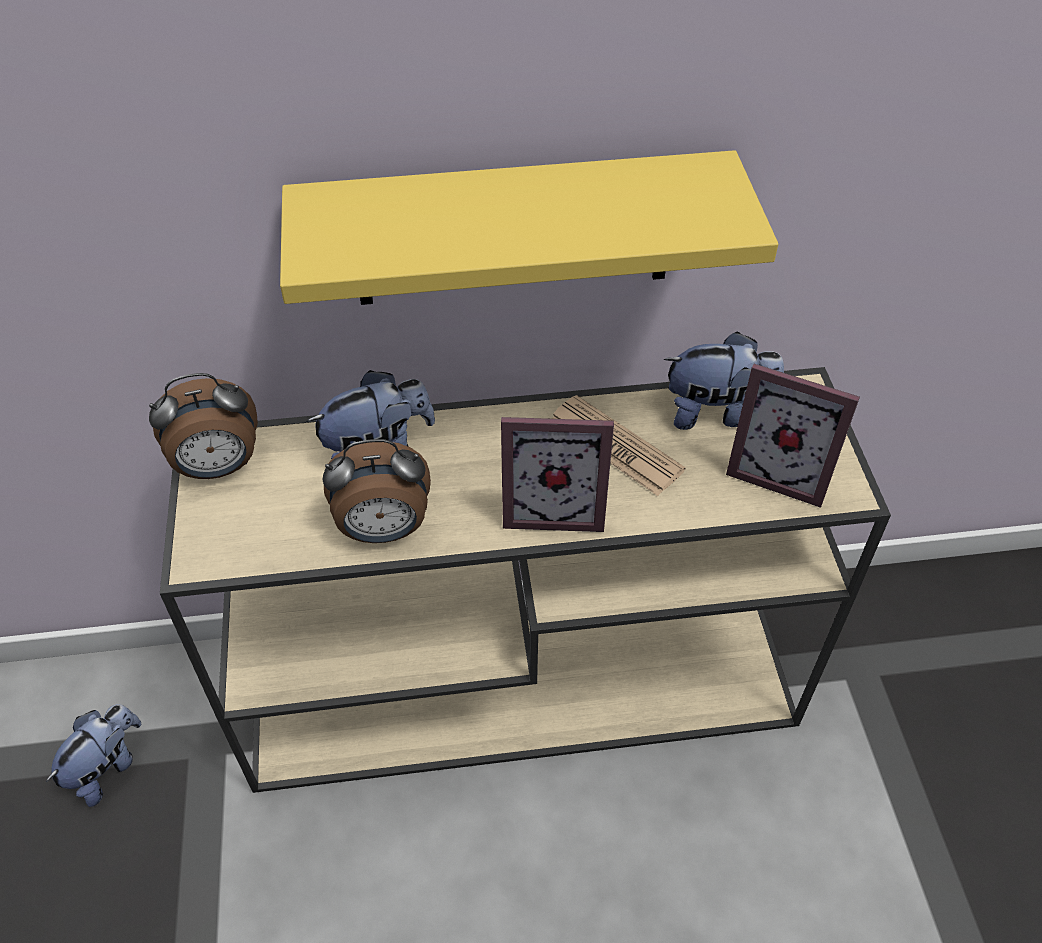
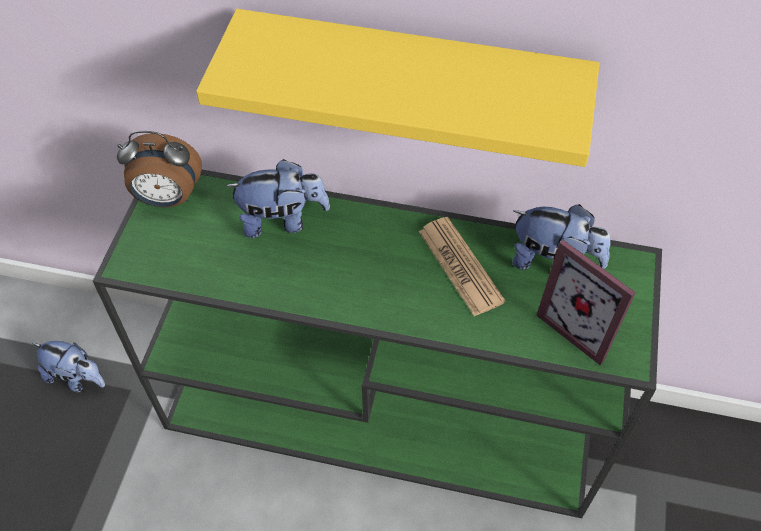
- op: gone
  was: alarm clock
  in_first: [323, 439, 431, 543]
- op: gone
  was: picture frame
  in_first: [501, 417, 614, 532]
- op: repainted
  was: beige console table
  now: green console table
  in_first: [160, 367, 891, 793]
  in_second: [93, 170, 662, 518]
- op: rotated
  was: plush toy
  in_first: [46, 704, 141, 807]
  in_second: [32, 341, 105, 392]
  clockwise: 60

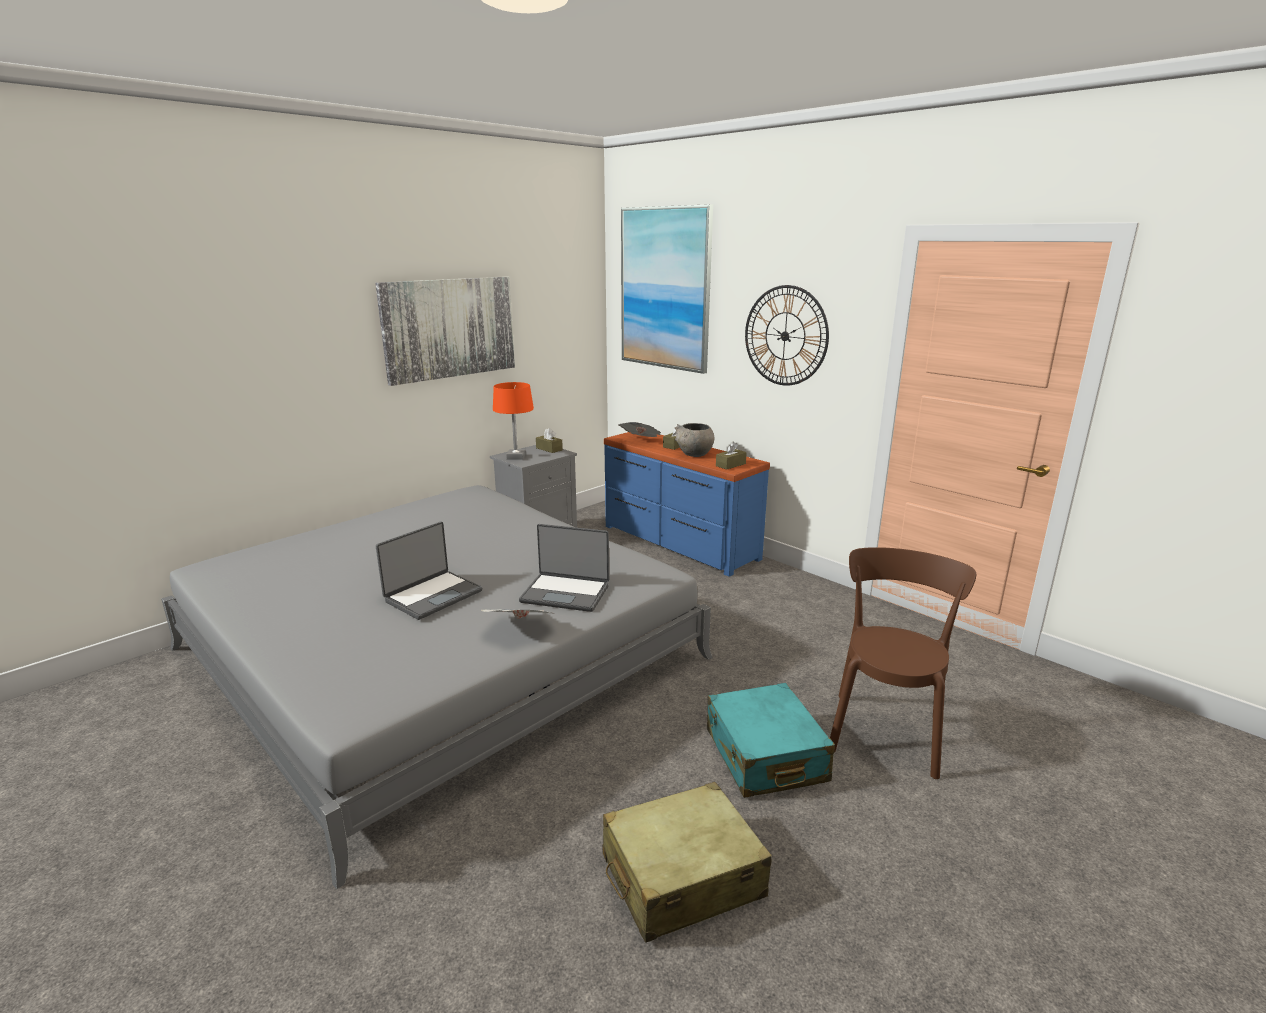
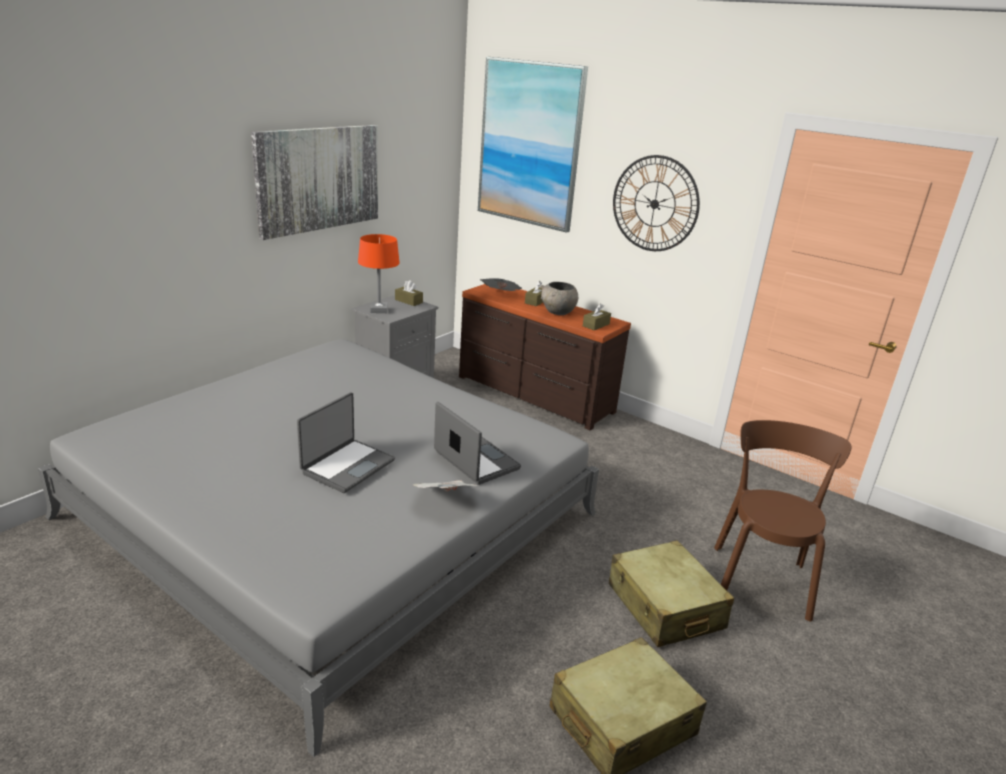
- op: repainted
  was: blue dresser
  now: brown dresser
  in_first: [604, 432, 770, 577]
  in_second: [459, 284, 631, 430]
- op: repainted
  was: turquoise suitcase
  now: beige suitcase
  in_first: [707, 683, 835, 798]
  in_second: [609, 540, 734, 647]
- op: rotated
  was: laptop
  in_first: [519, 524, 609, 612]
  in_second: [434, 402, 521, 485]
  clockwise: -135

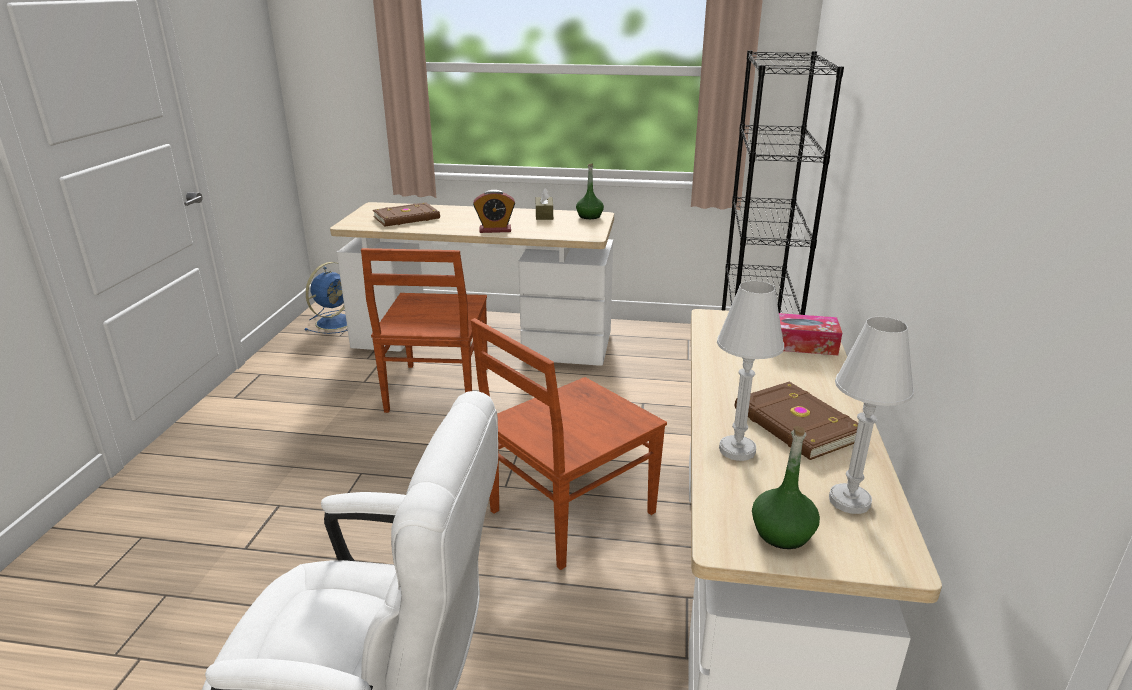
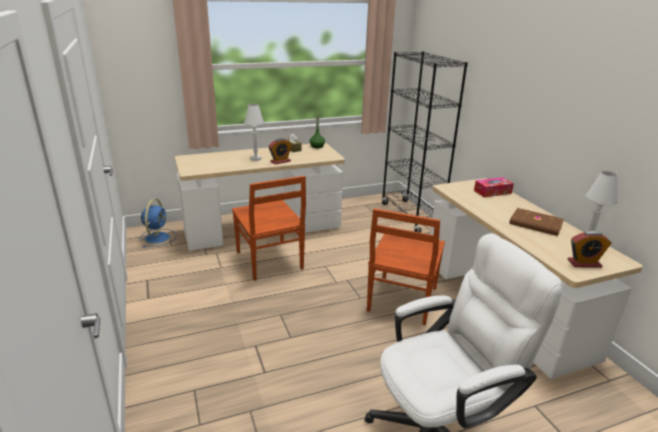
- op: gone
  was: brown book
  in_first: [373, 203, 440, 227]
- op: shifted
  was: white table lamp
  in_first: [717, 281, 784, 461]
  in_second: [244, 104, 264, 161]
- op: swapped
  was: green bottle
  now: alarm clock
  in_first: [752, 426, 820, 549]
  in_second: [568, 231, 612, 268]

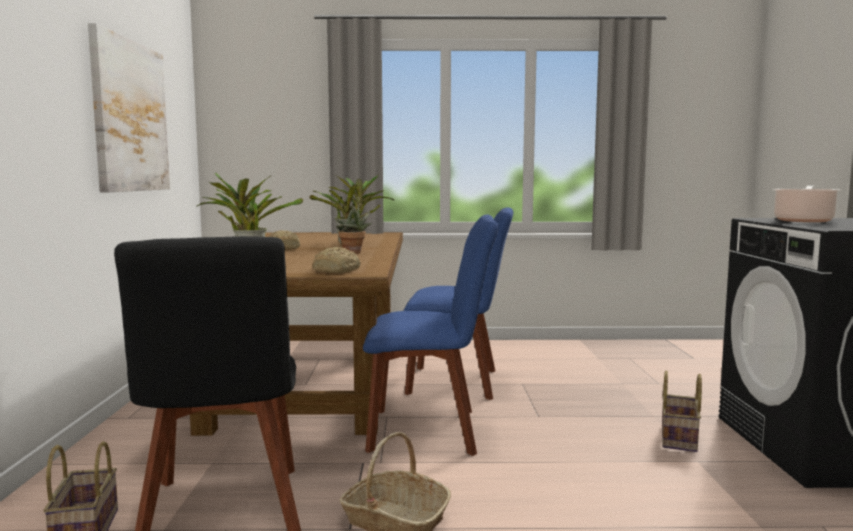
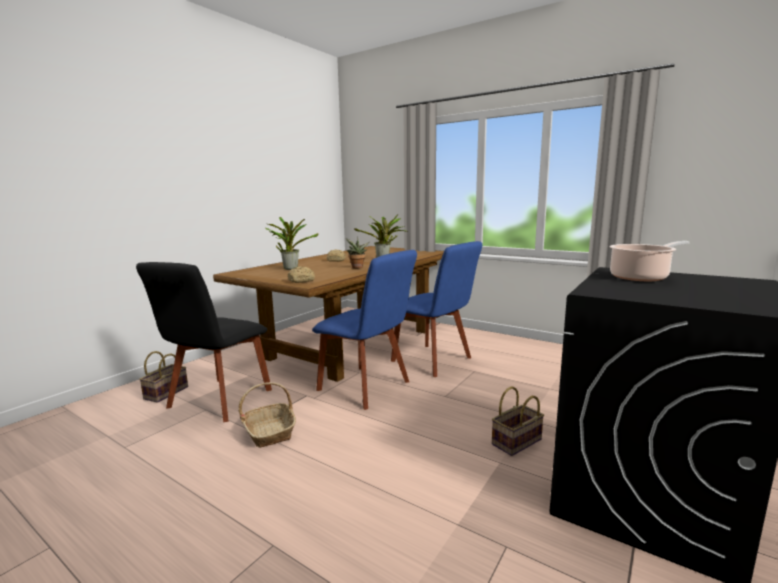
- op: gone
  was: picture
  in_first: [88, 23, 170, 193]

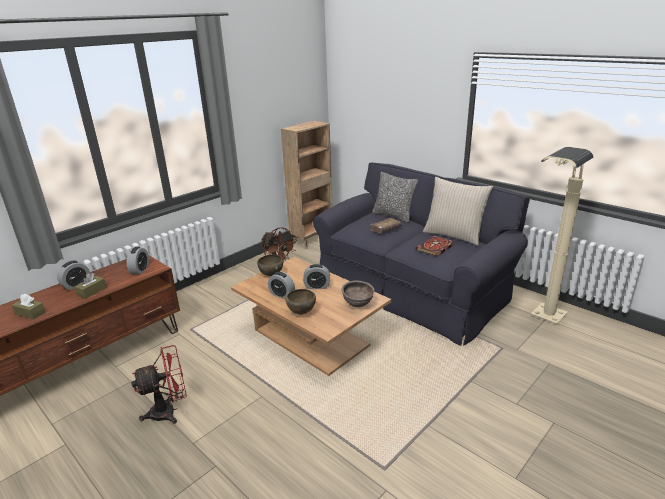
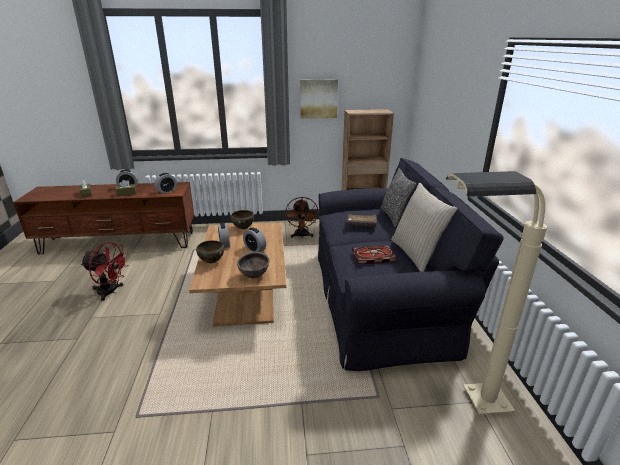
- op: new
  now: picture
  in_second: [300, 79, 338, 119]

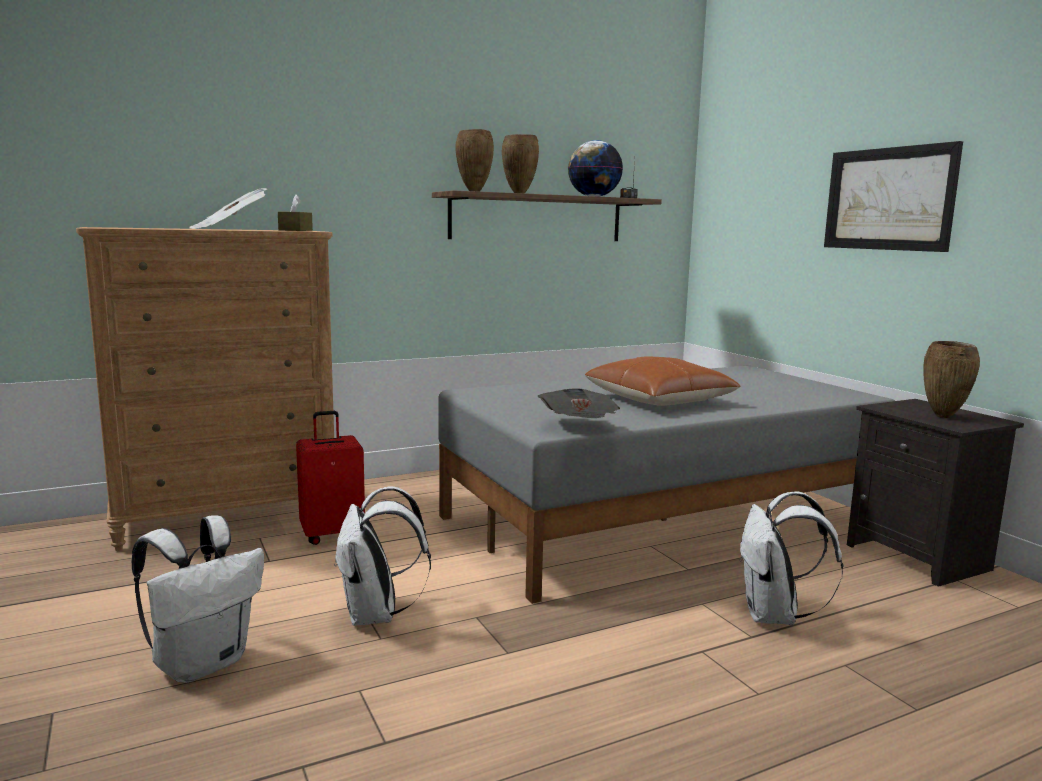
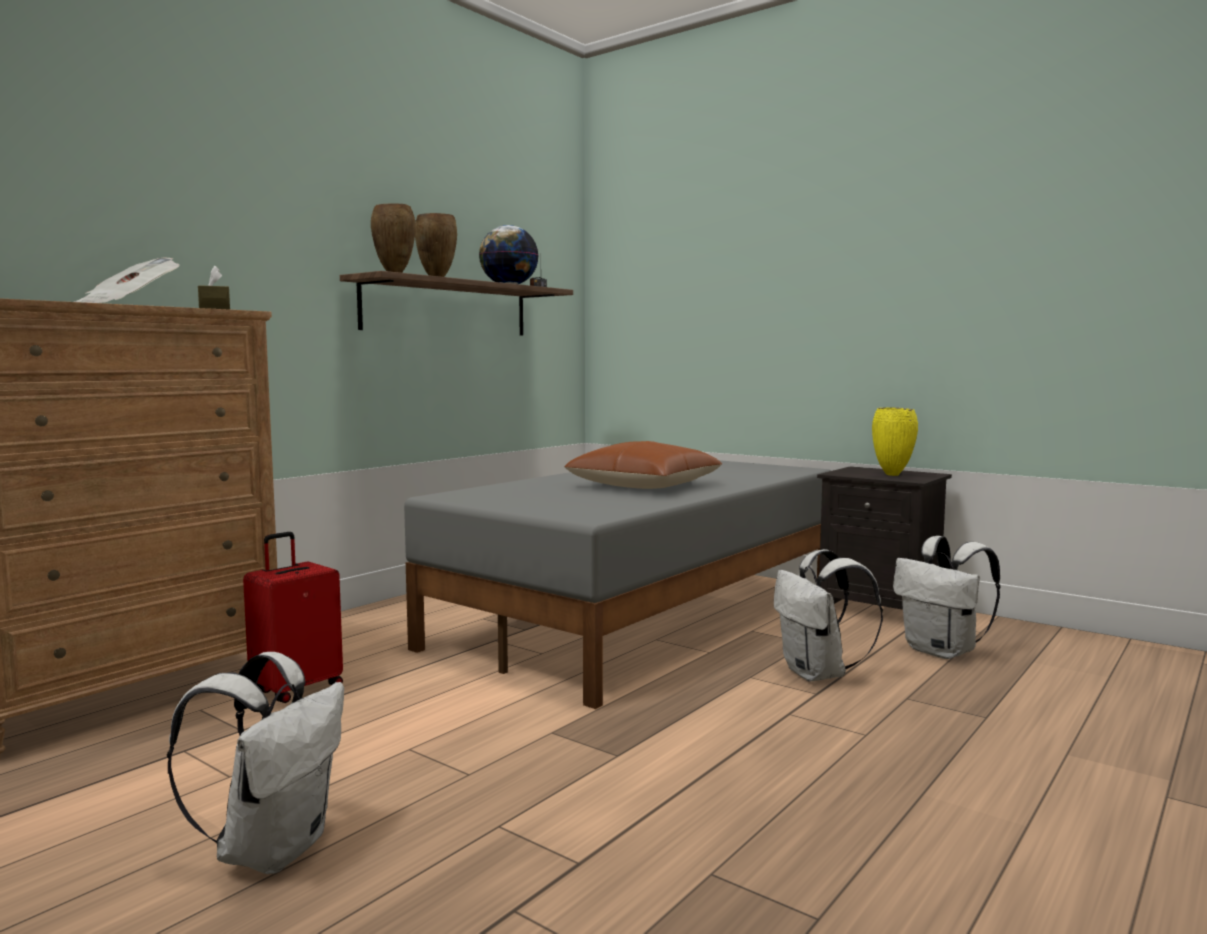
- op: gone
  was: newspaper
  in_first: [537, 389, 620, 418]
- op: gone
  was: picture
  in_first: [824, 141, 963, 252]
- op: shifted
  was: white backpack
  in_first: [334, 486, 431, 626]
  in_second: [893, 536, 1000, 659]
- op: repainted
  was: brown vase
  now: yellow vase
  in_first: [923, 341, 980, 418]
  in_second: [872, 407, 918, 476]

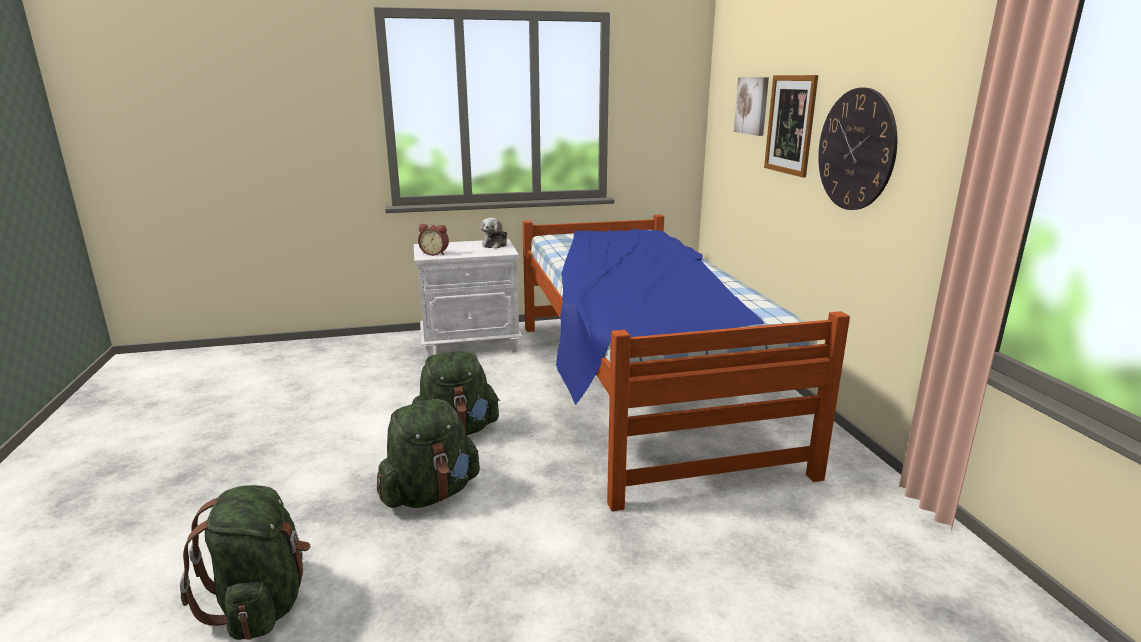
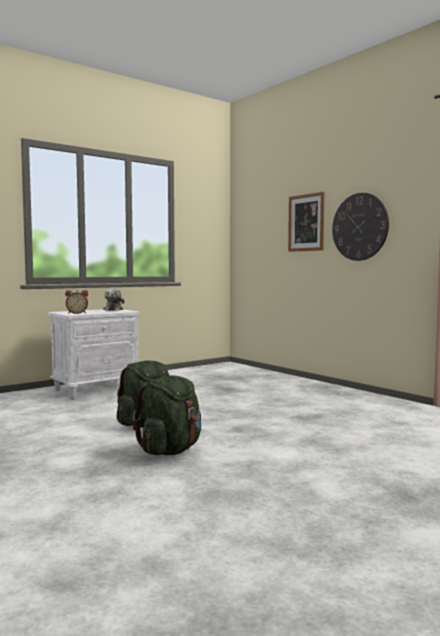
- op: gone
  was: green backpack
  in_first: [180, 485, 311, 640]
- op: gone
  was: bed
  in_first: [523, 215, 850, 511]
- op: gone
  was: picture
  in_first: [734, 77, 769, 136]

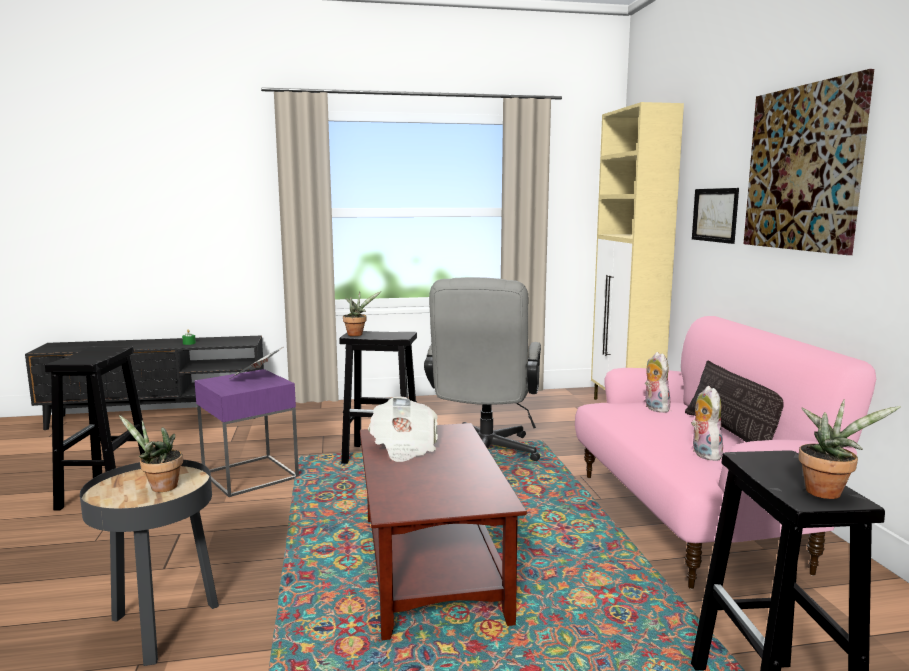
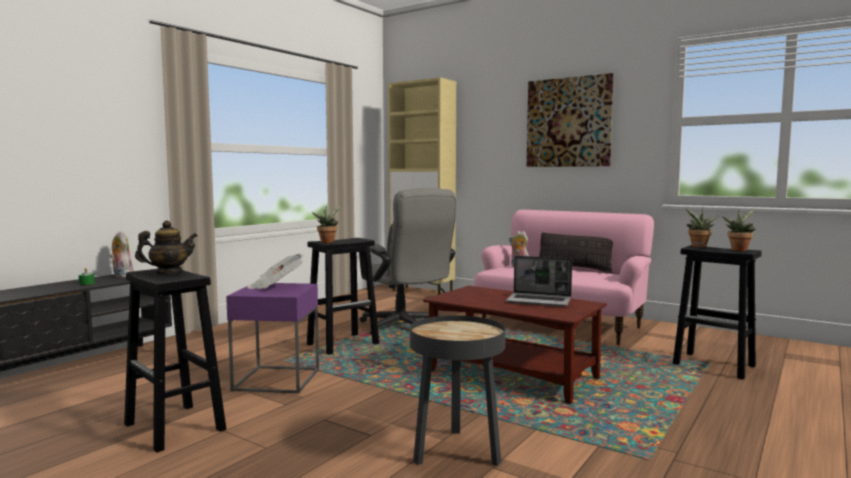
- op: gone
  was: newspaper
  in_first: [368, 396, 438, 462]
- op: gone
  was: picture
  in_first: [692, 188, 739, 244]
- op: new
  now: teapot
  in_second: [135, 221, 197, 274]
- op: new
  now: laptop
  in_second: [506, 256, 572, 307]
- op: shifted
  was: potted plant
  in_first: [119, 415, 183, 492]
  in_second: [686, 208, 719, 248]
- op: shifted
  was: plush toy
  in_first: [691, 386, 723, 461]
  in_second: [109, 231, 133, 278]

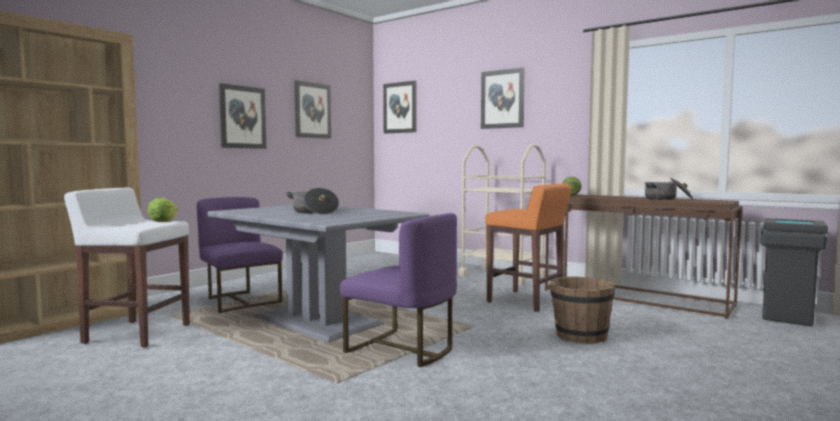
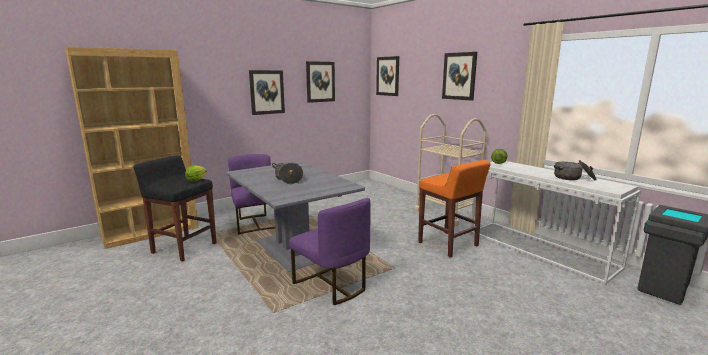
- op: gone
  was: brown bucket
  in_first: [550, 277, 615, 344]
- op: repainted
  was: white stool
  now: black stool
  in_first: [64, 187, 190, 348]
  in_second: [133, 155, 216, 262]
- op: repainted
  was: brown console table
  now: white console table
  in_first: [545, 194, 742, 319]
  in_second: [470, 161, 641, 285]

